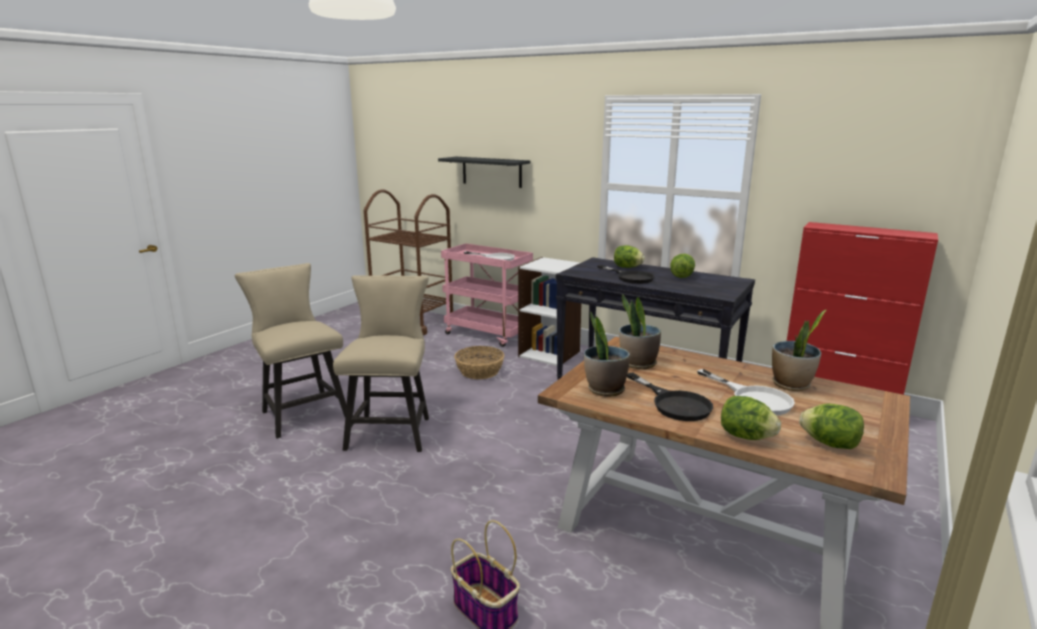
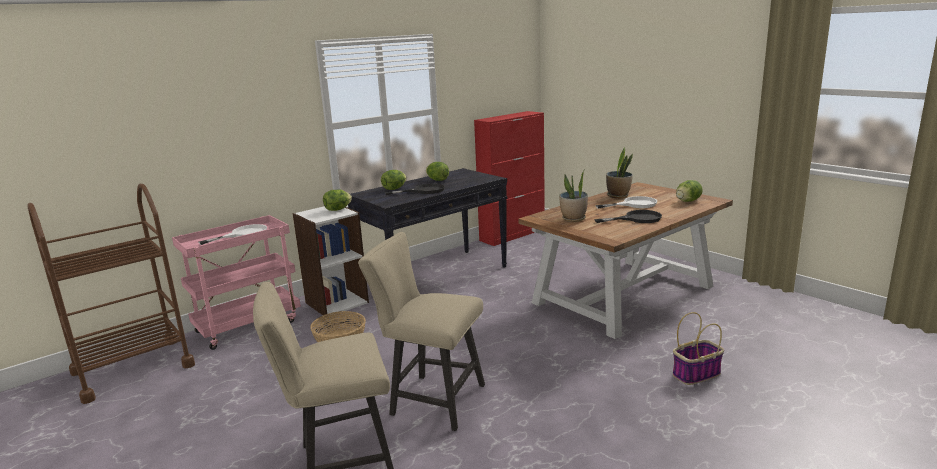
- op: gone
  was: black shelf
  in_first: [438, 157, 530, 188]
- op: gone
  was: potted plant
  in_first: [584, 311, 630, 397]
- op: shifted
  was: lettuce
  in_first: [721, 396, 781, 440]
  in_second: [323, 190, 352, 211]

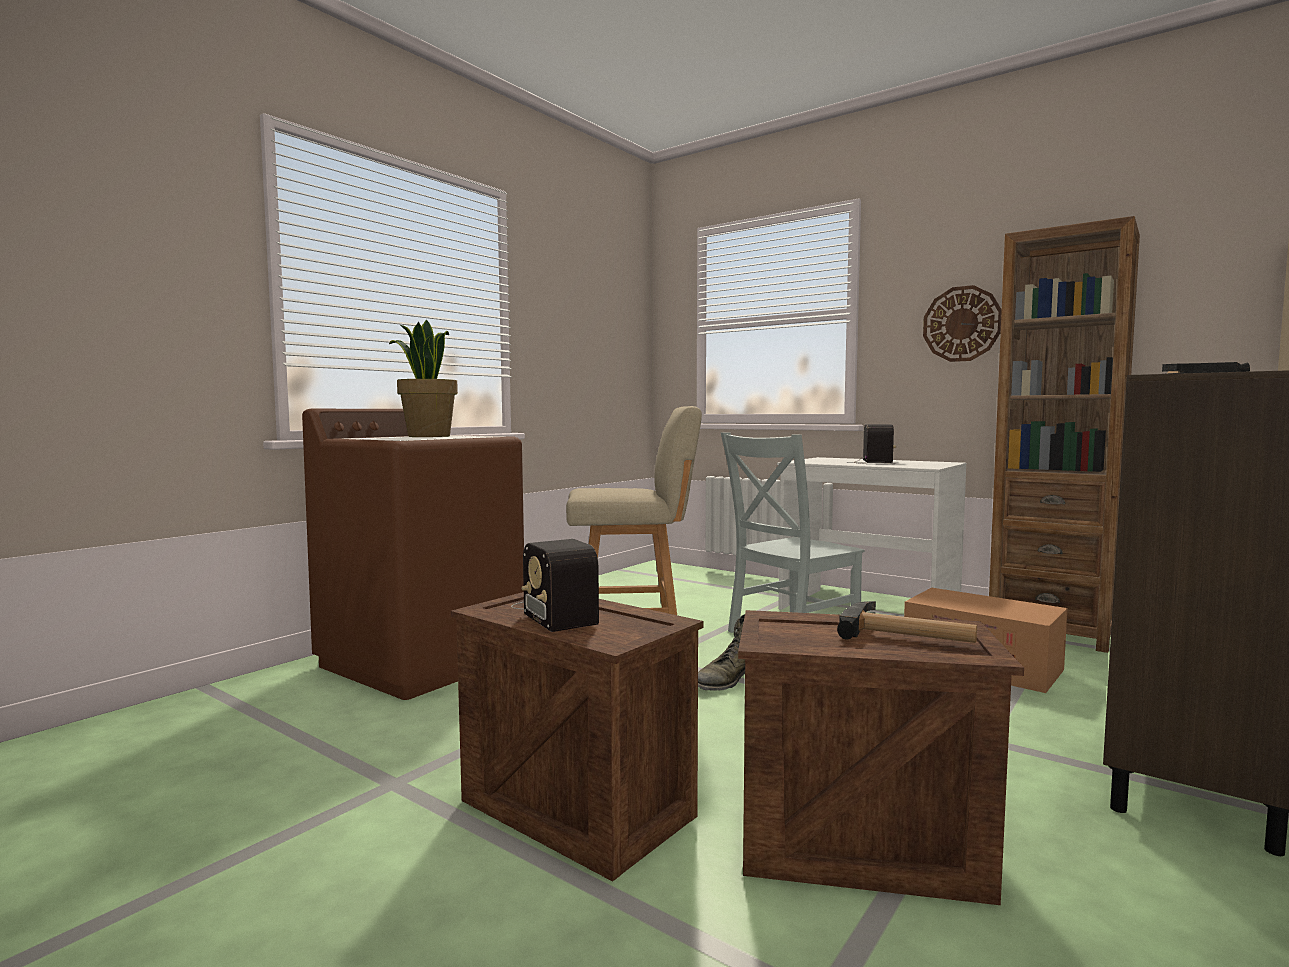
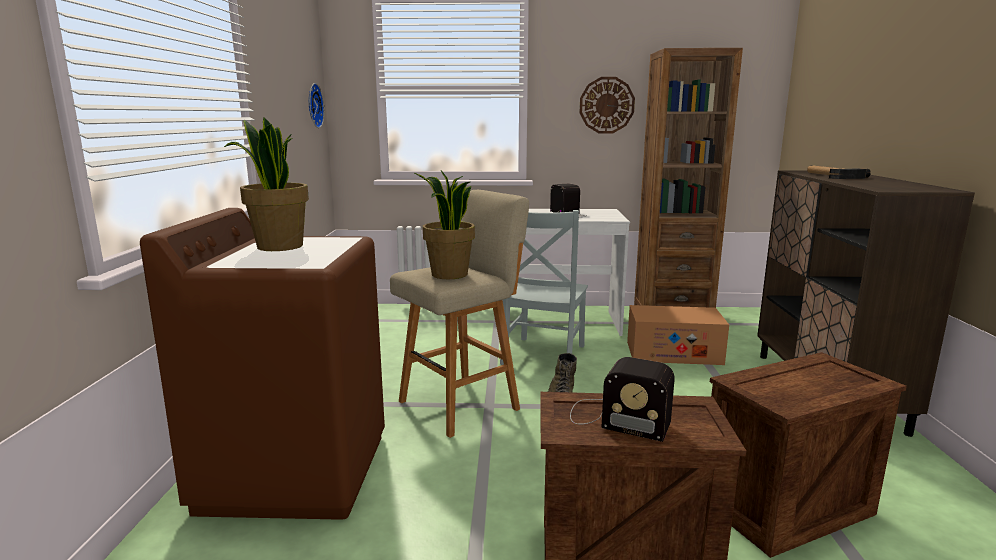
- op: gone
  was: hammer
  in_first: [837, 601, 977, 643]
- op: new
  now: wall clock
  in_second: [309, 83, 324, 128]
- op: new
  now: potted plant
  in_second: [415, 170, 475, 279]

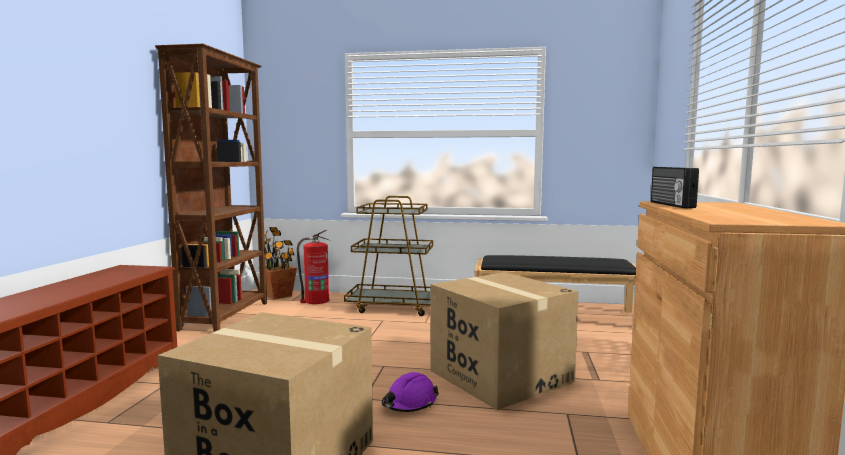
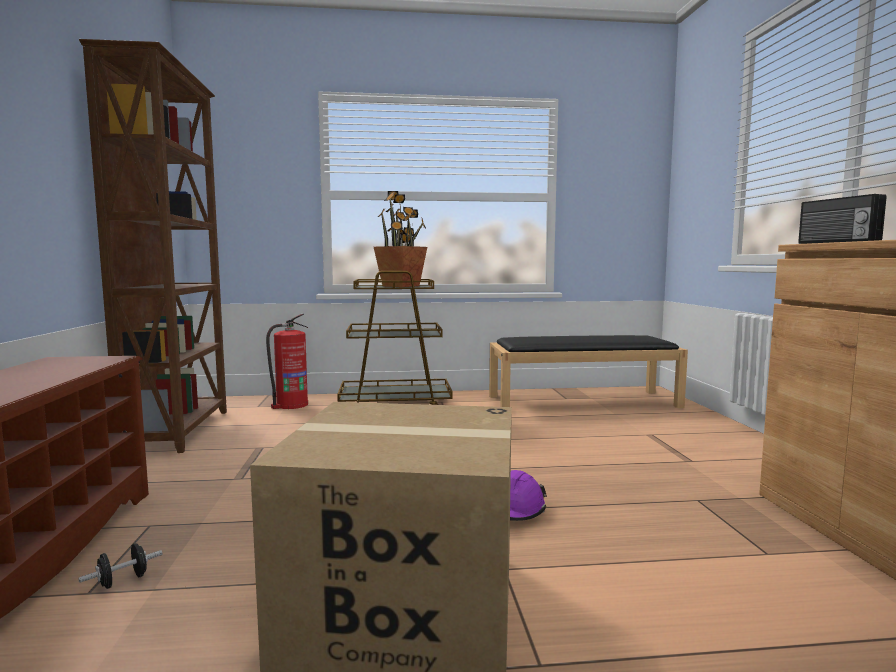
- op: gone
  was: cardboard box
  in_first: [430, 272, 579, 410]
- op: new
  now: black dumbbell
  in_second: [78, 543, 162, 589]
- op: shifted
  was: potted plant
  in_first: [264, 227, 297, 299]
  in_second: [374, 191, 427, 287]

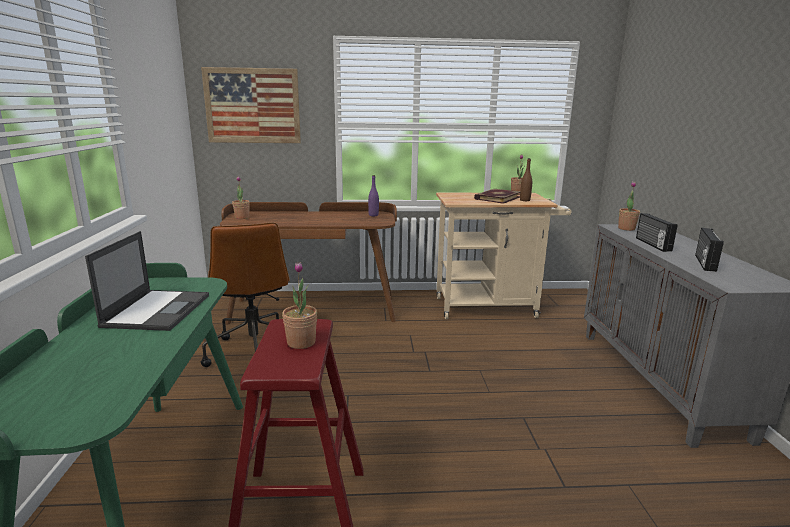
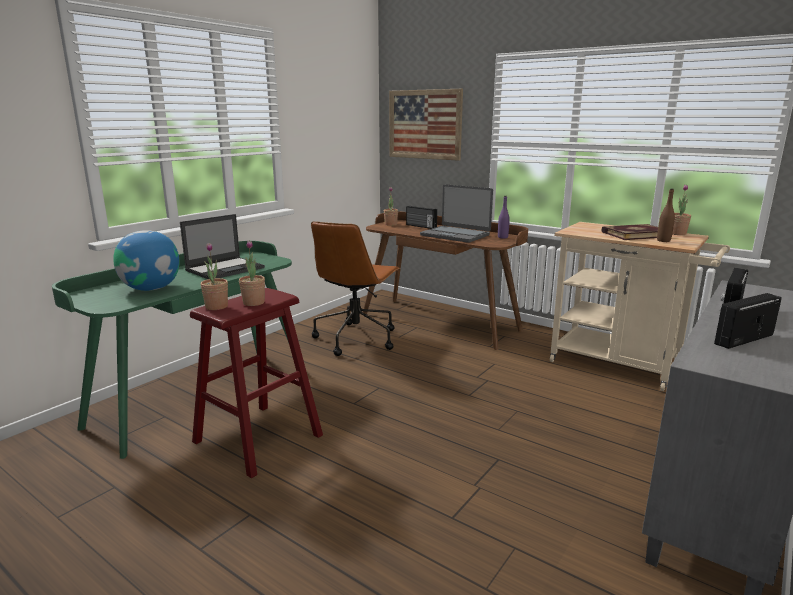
- op: new
  now: globe
  in_second: [113, 230, 179, 291]
- op: new
  now: radio
  in_second: [406, 206, 437, 229]
- op: new
  now: laptop
  in_second: [420, 184, 493, 243]
- op: shifted
  was: potted plant
  in_first: [618, 182, 640, 231]
  in_second: [200, 243, 228, 310]

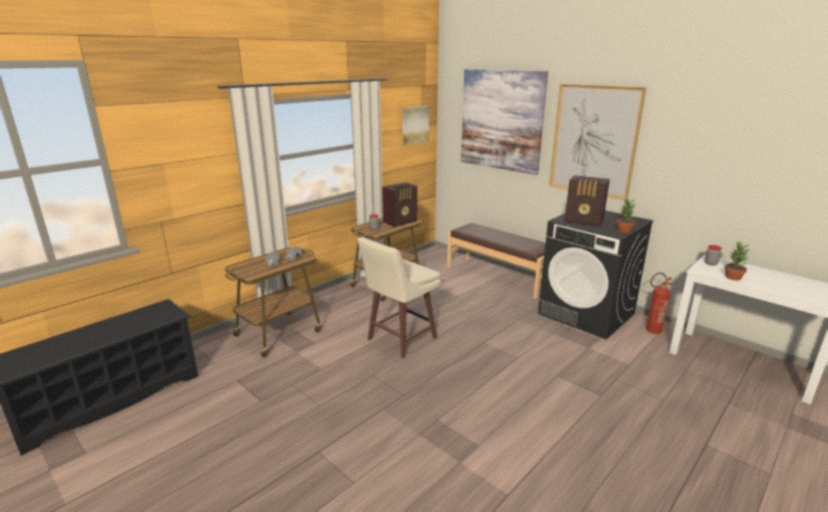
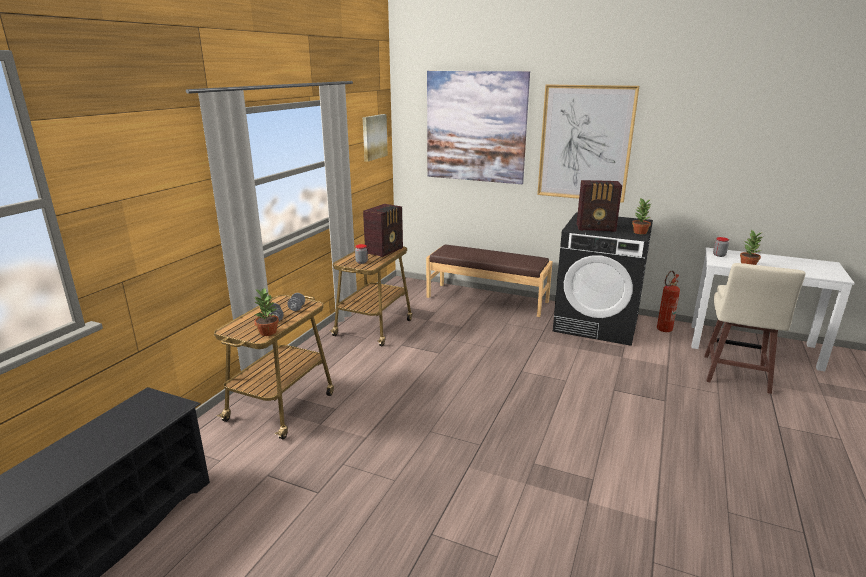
- op: new
  now: potted plant
  in_second: [254, 287, 279, 336]
- op: shifted
  was: beige stool
  in_first: [357, 237, 441, 358]
  in_second: [704, 263, 806, 394]

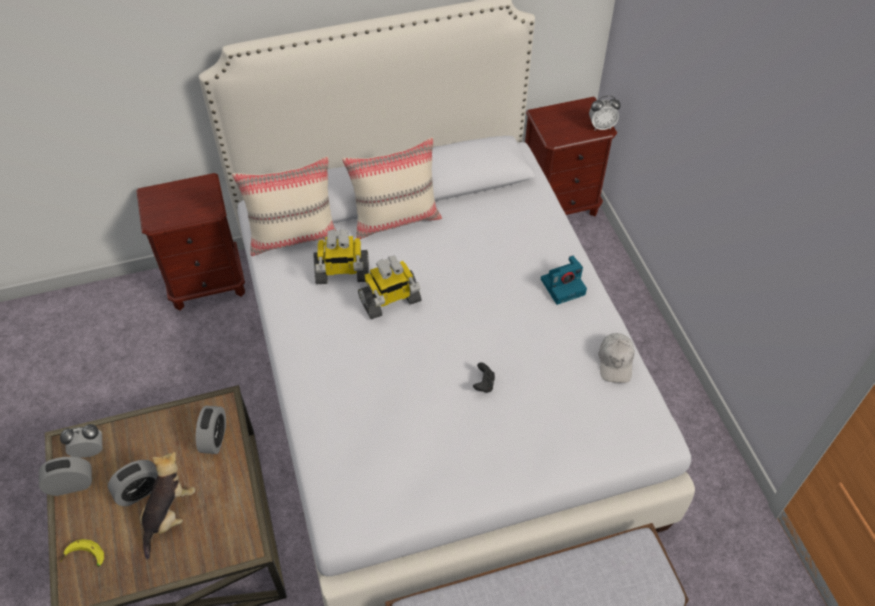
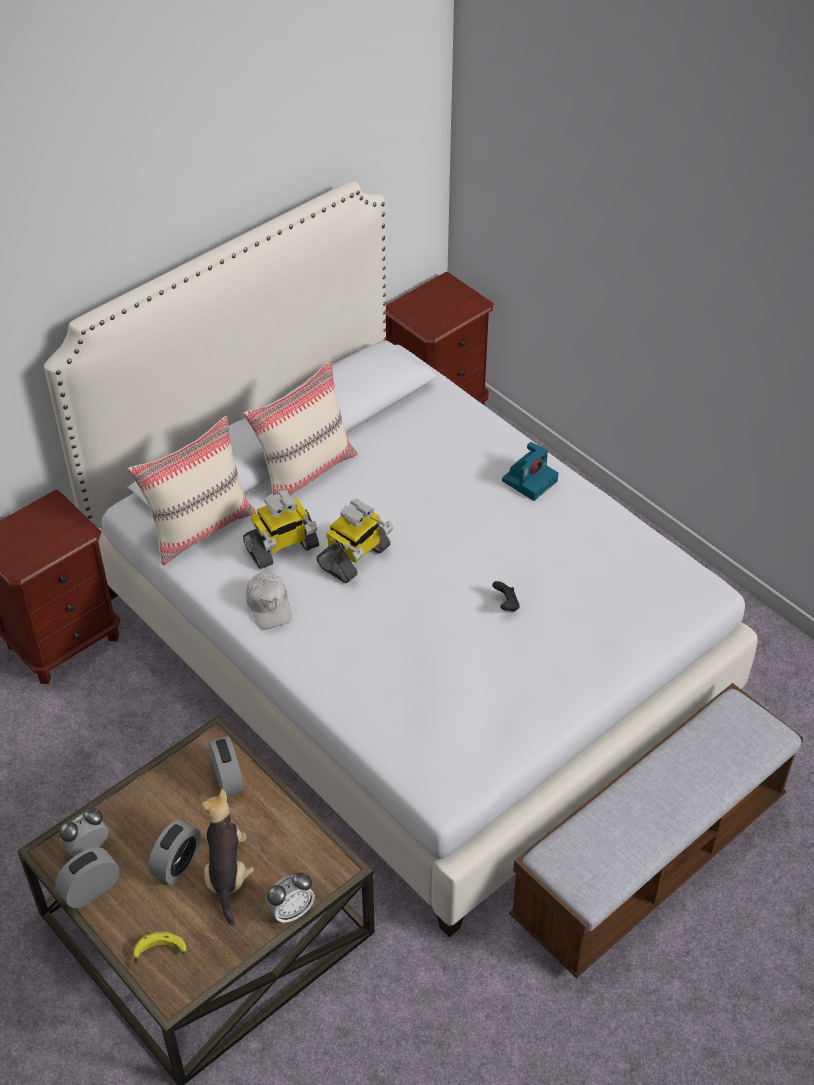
- op: shifted
  was: alarm clock
  in_first: [589, 96, 621, 131]
  in_second: [266, 872, 315, 924]
- op: shifted
  was: white cap
  in_first: [598, 333, 635, 383]
  in_second: [246, 573, 292, 629]

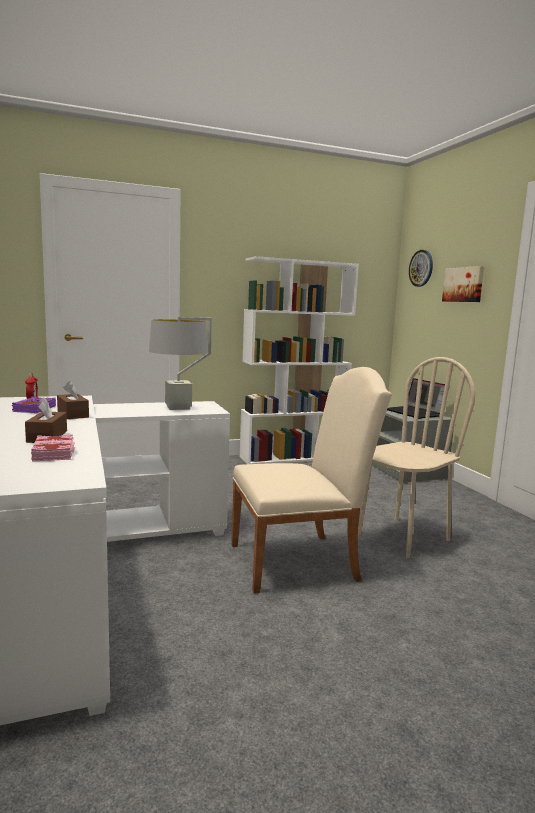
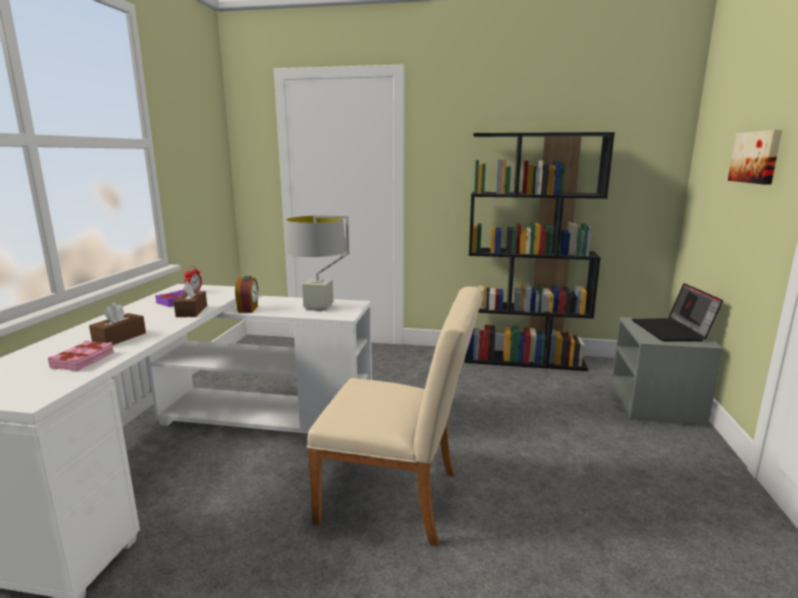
- op: gone
  was: beige chair
  in_first: [358, 357, 475, 558]
- op: gone
  was: wall clock
  in_first: [409, 250, 433, 287]
- op: new
  now: alarm clock
  in_second: [235, 276, 258, 313]
- op: repainted
  was: white bookcase
  now: black bookcase
  in_first: [240, 256, 359, 464]
  in_second: [465, 132, 615, 371]

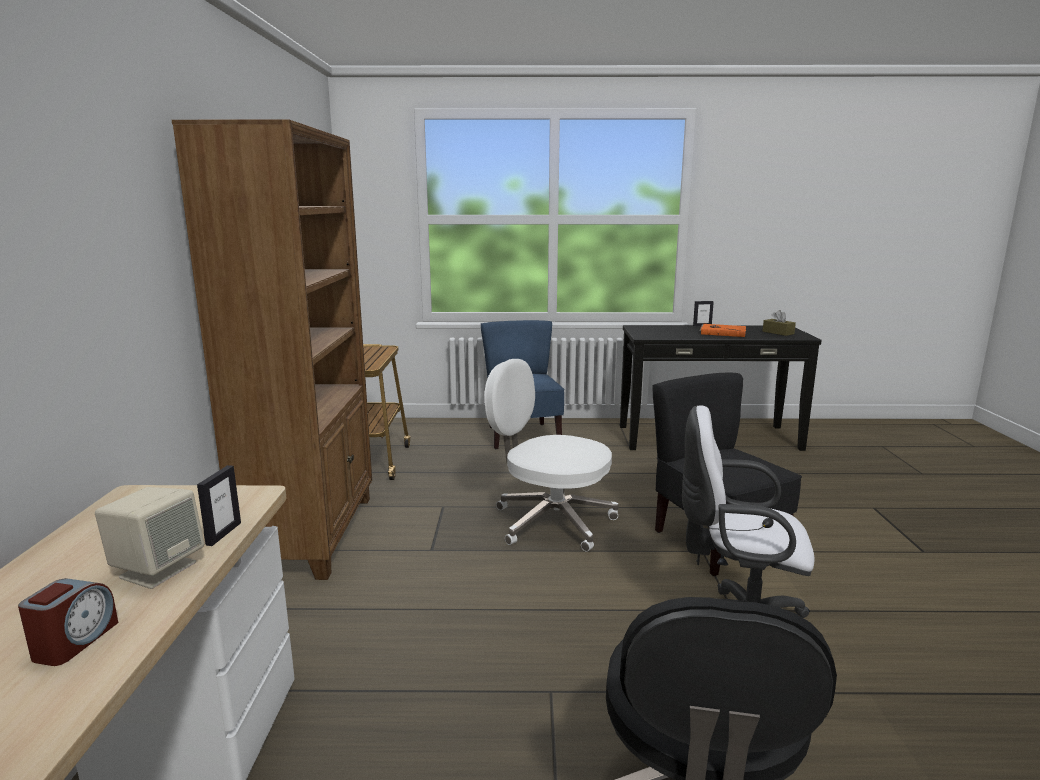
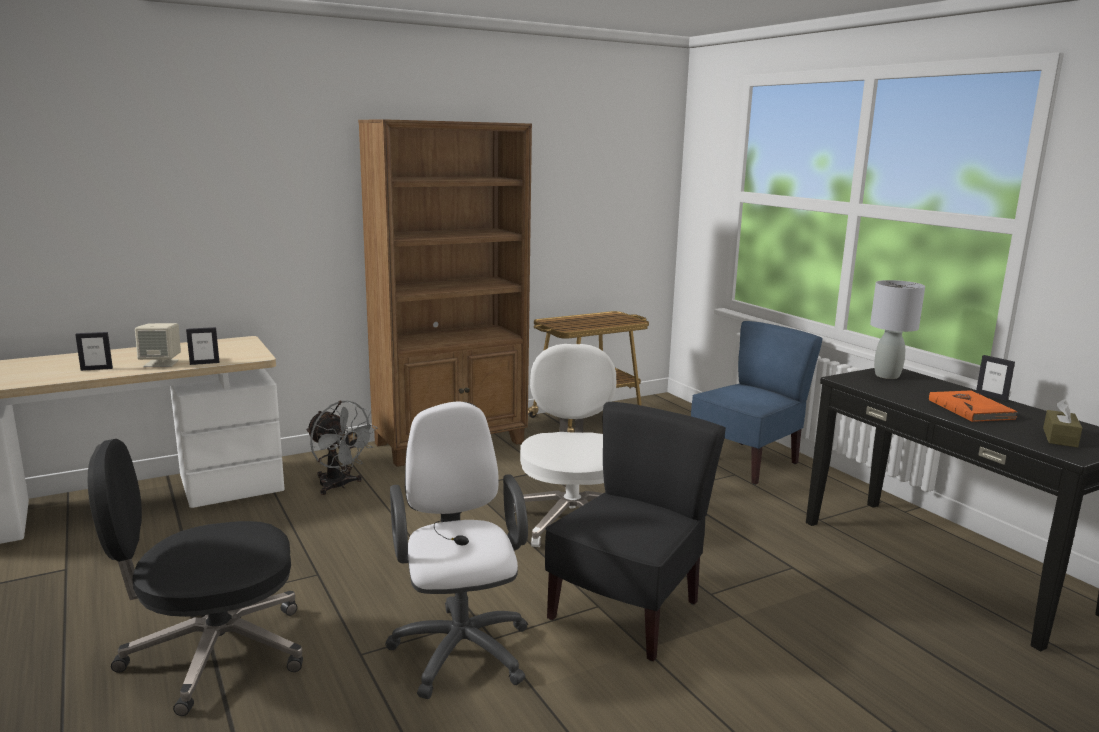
- op: new
  now: grey fan
  in_second: [306, 401, 378, 495]
- op: new
  now: grey table lamp
  in_second: [870, 280, 925, 379]
- op: swapped
  was: alarm clock
  now: picture frame
  in_first: [18, 578, 118, 666]
  in_second: [75, 332, 113, 371]

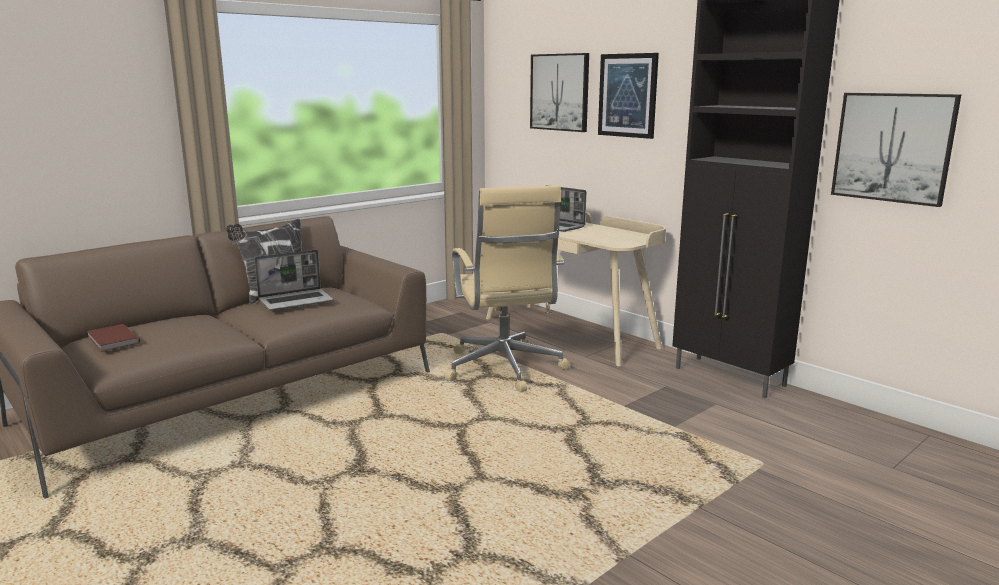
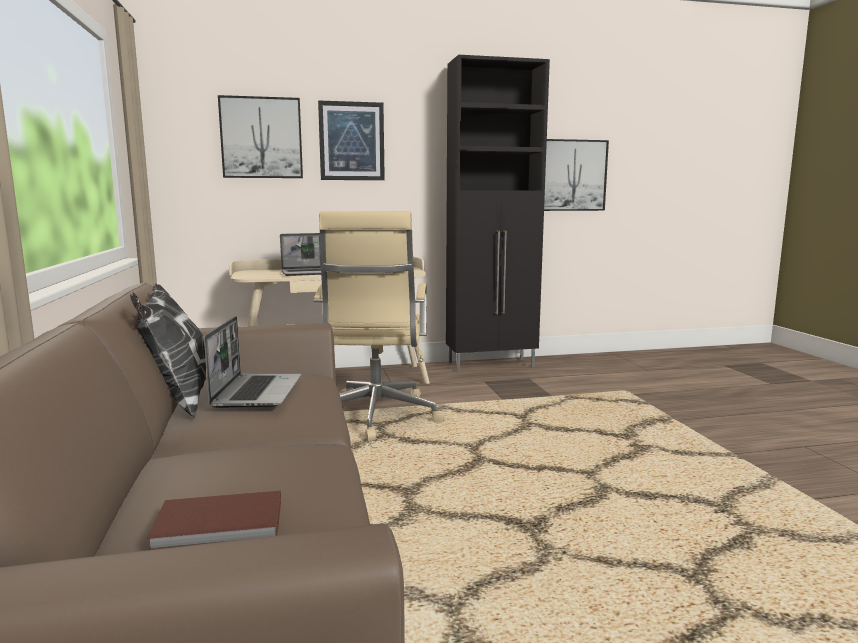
- op: rotated
  was: beige office chair
  in_first: [445, 185, 570, 392]
  in_second: [313, 211, 444, 441]
  clockwise: 75

